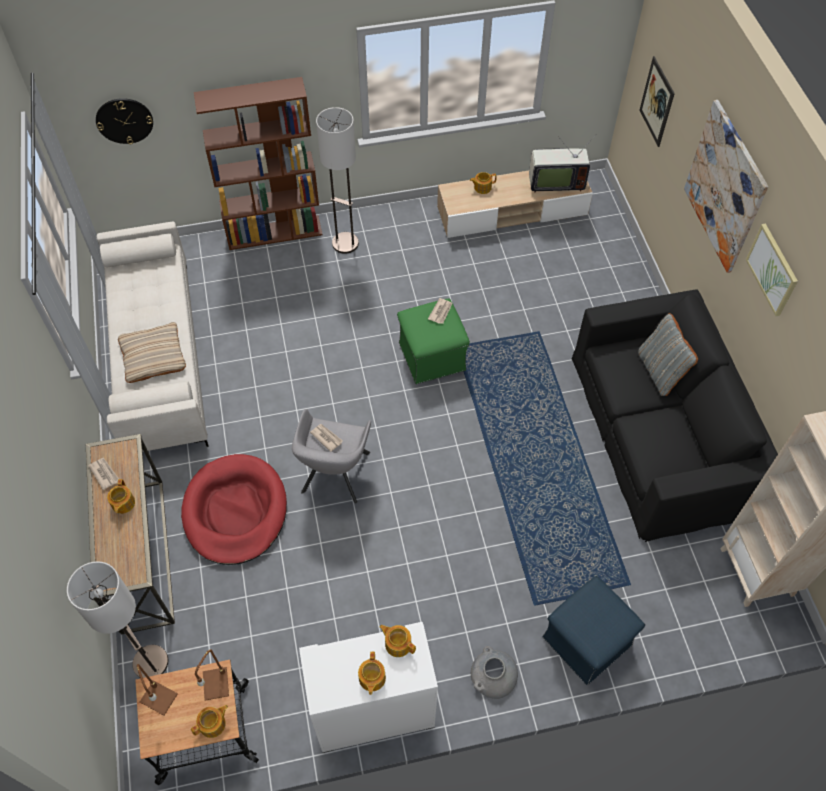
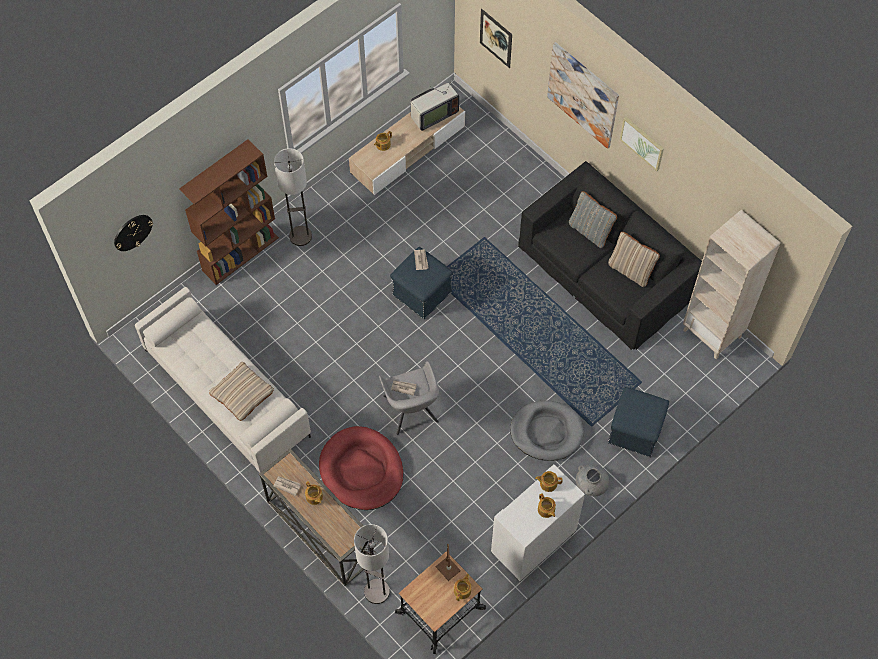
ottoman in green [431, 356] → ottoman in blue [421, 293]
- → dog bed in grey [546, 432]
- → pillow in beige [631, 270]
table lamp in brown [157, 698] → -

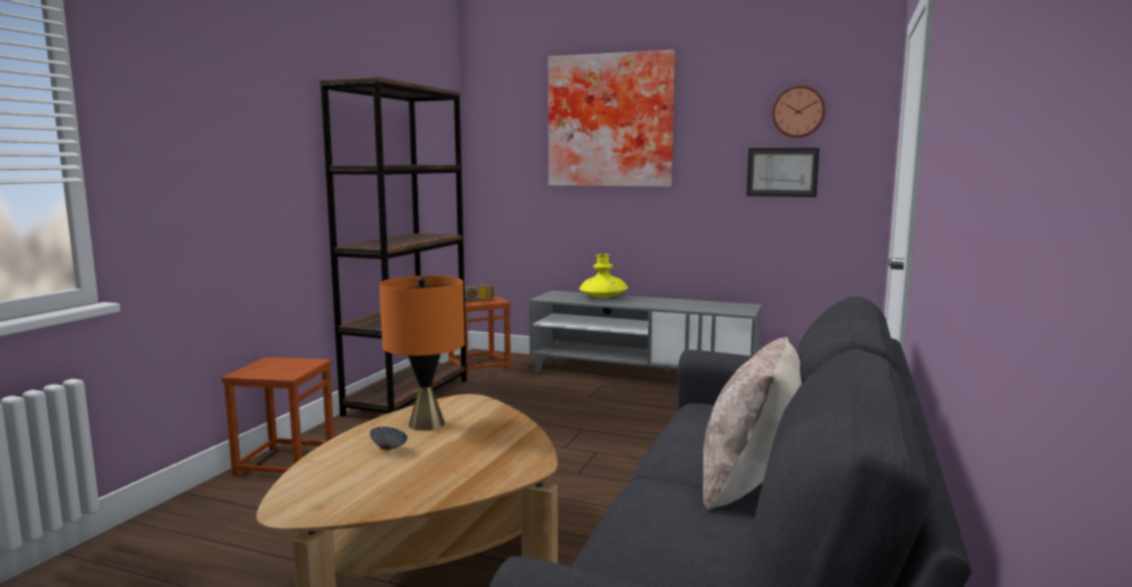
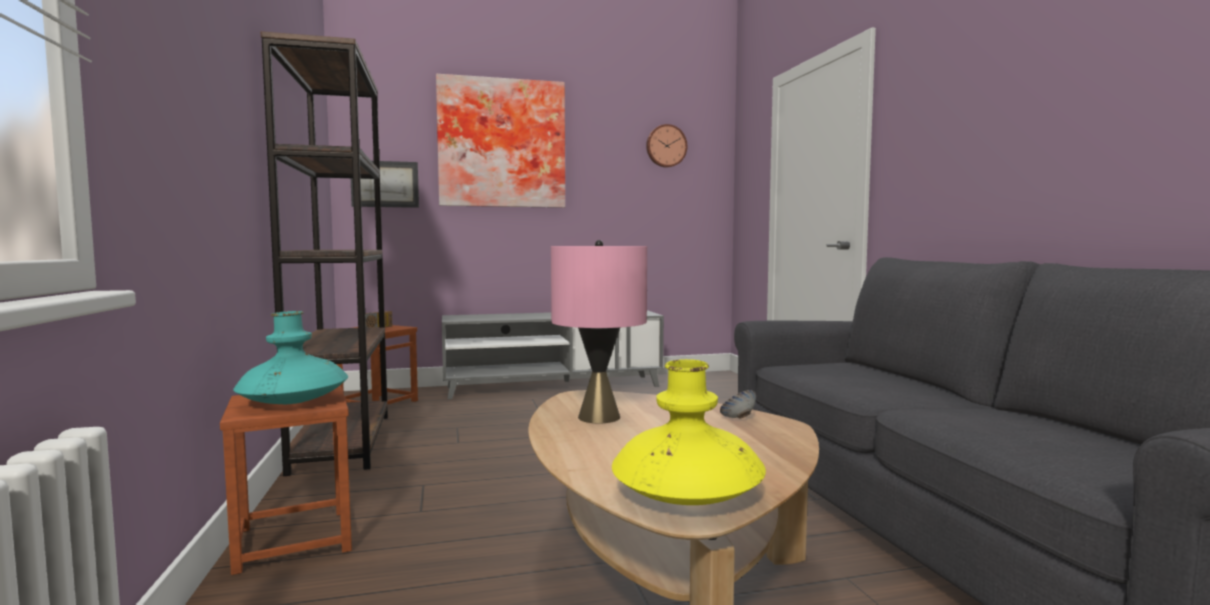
- → vase in turquoise [293, 402]
picture [782, 172] → picture [385, 184], shifted
table lamp in orange [426, 424] → table lamp in pink [599, 417]
vase in yellow [603, 297] → vase in yellow [686, 494], shifted
bowl [389, 450] → bowl [738, 418], shifted
pillow in beige [750, 484] → -

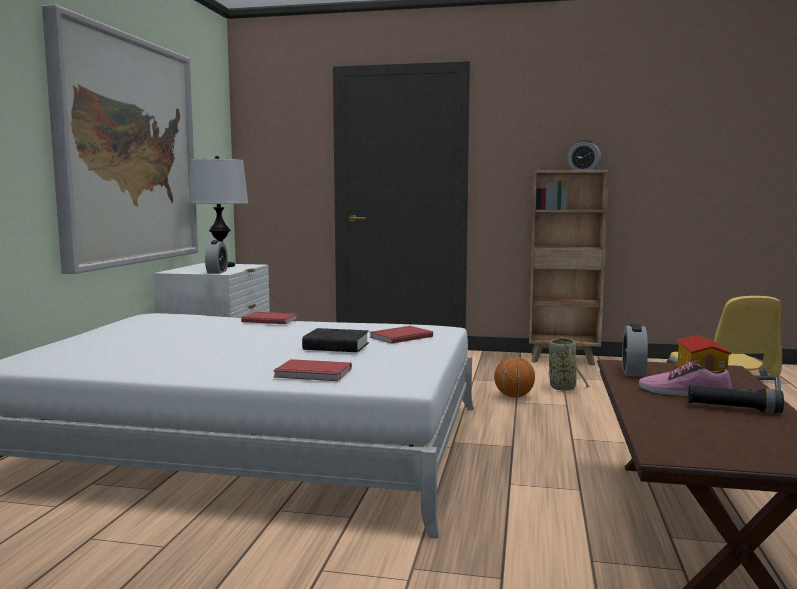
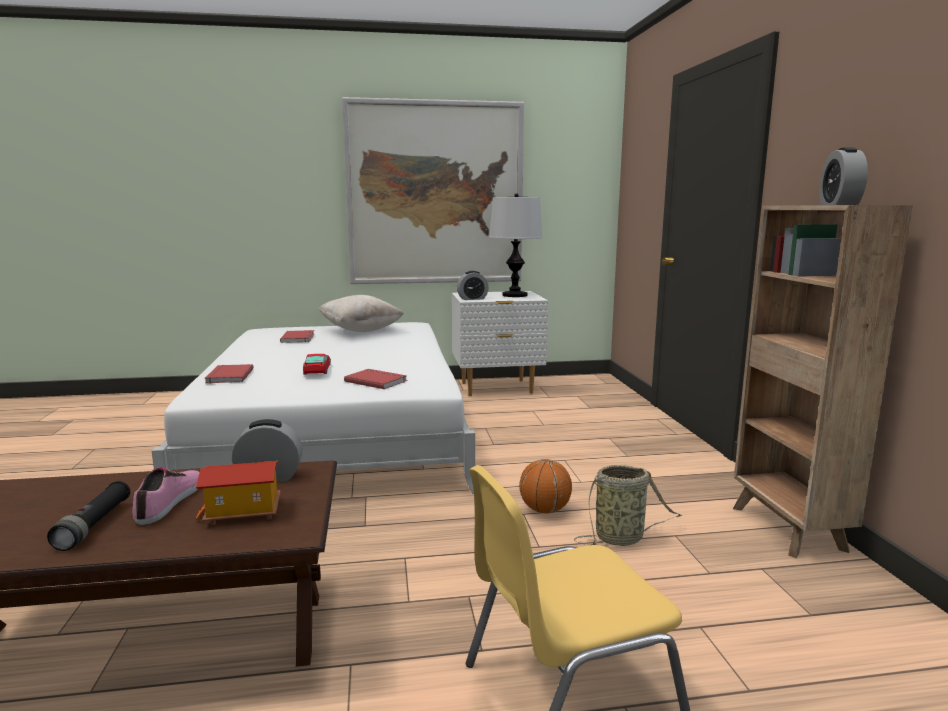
book in red [270, 320] → book in red [299, 338], shifted
book in black [336, 346] → toy car [317, 369]
- → pillow in beige [360, 331]

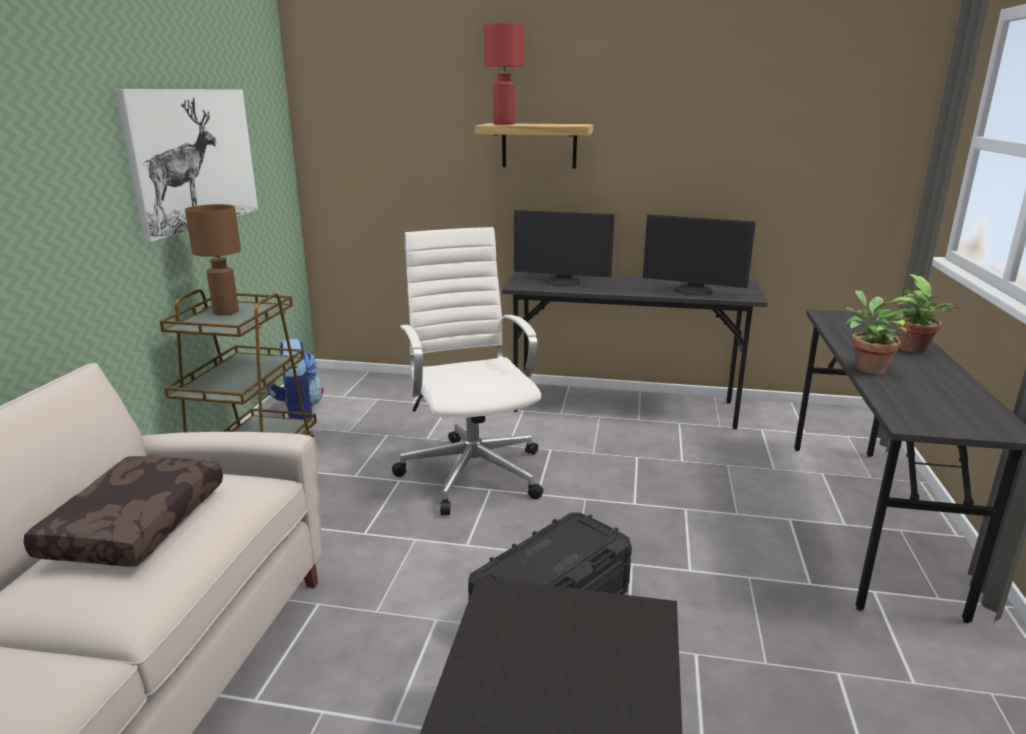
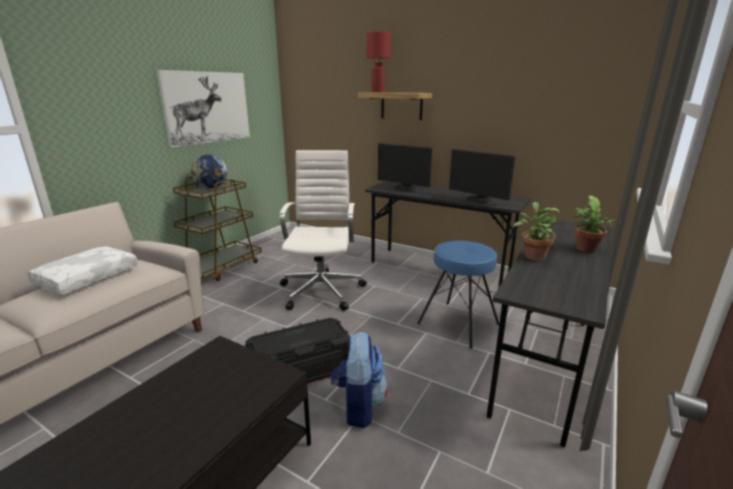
pillow in brown [135, 524] → pillow in white [88, 277]
table lamp in brown [226, 312] → globe [211, 187]
backpack [298, 411] → backpack [358, 406], shifted
- → stool in blue [458, 323]

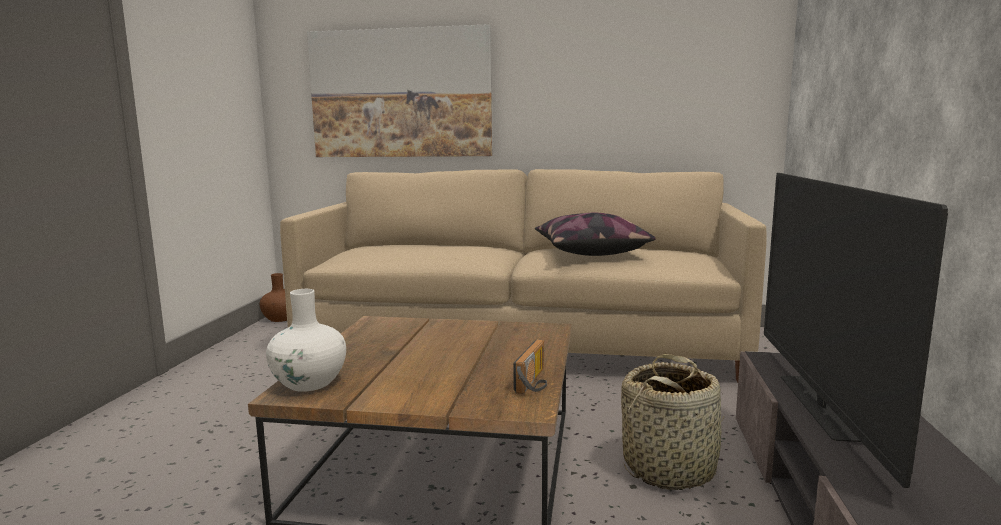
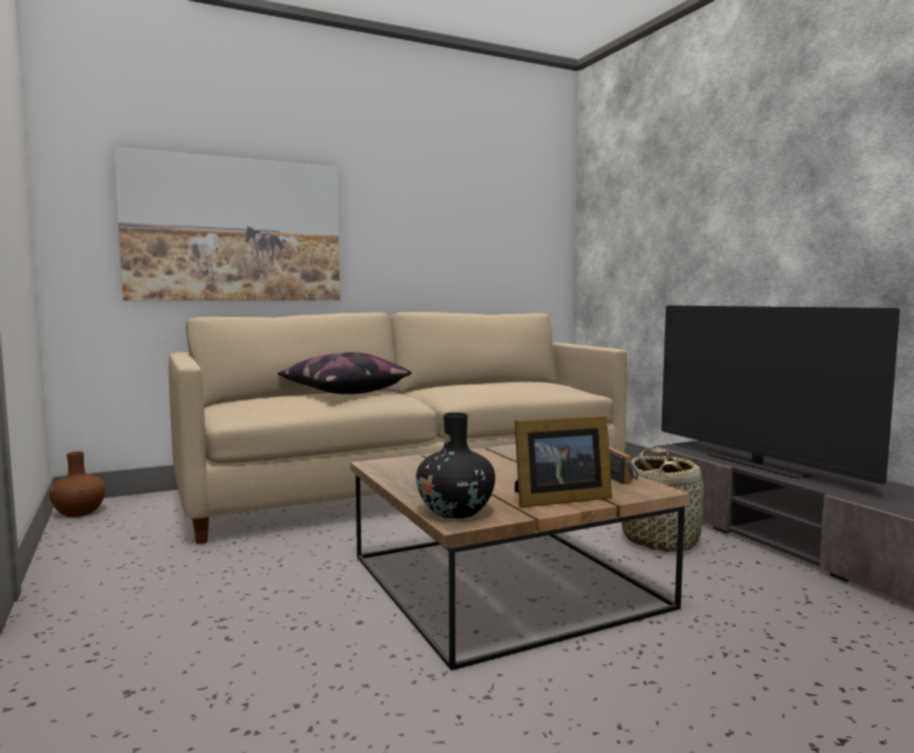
pillow [589, 252] → pillow [343, 392], shifted
vase in white [309, 383] → vase in black [455, 511]
- → picture frame [557, 499]

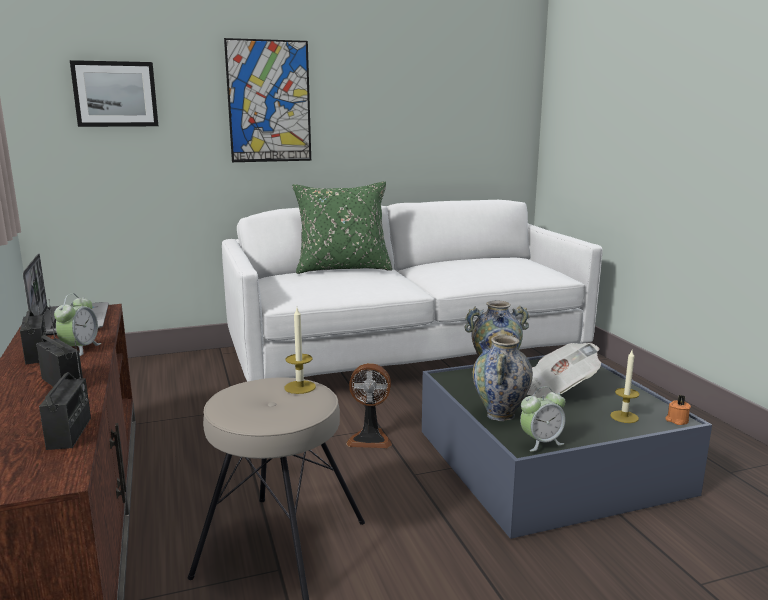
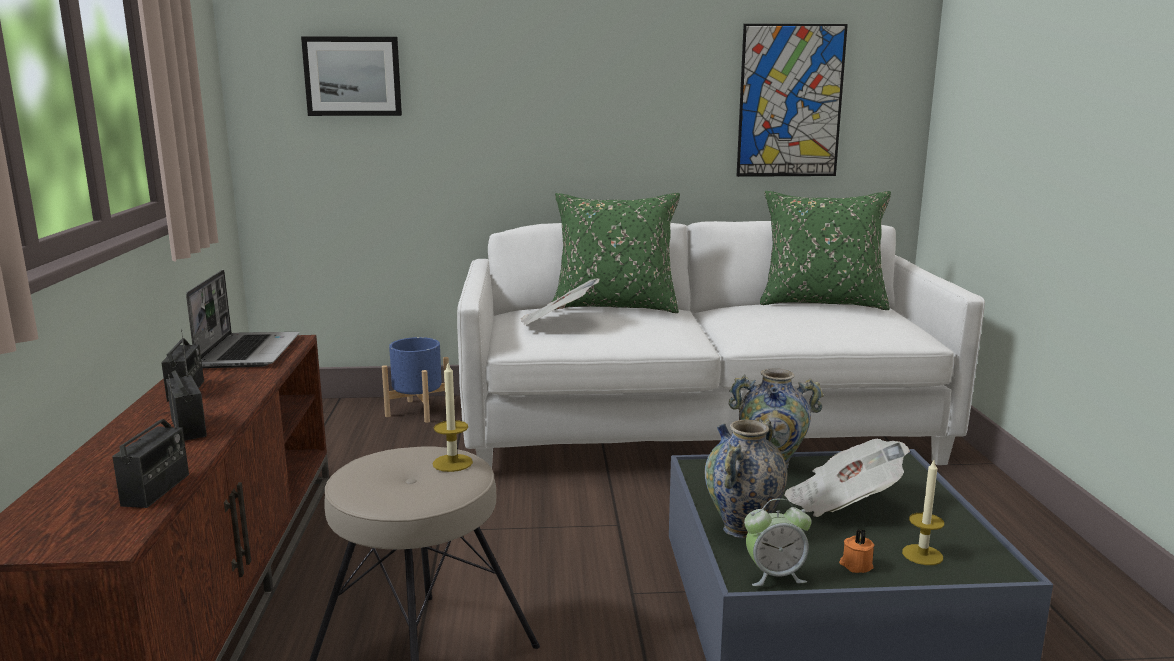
- → planter in blue [418, 411]
- → newspaper [557, 324]
picture [269, 102] → picture [790, 101], shifted
- → pillow in green [821, 303]
candle in orange [676, 420] → candle in orange [855, 565], shifted
alarm clock [80, 349] → -
fan [370, 438] → -

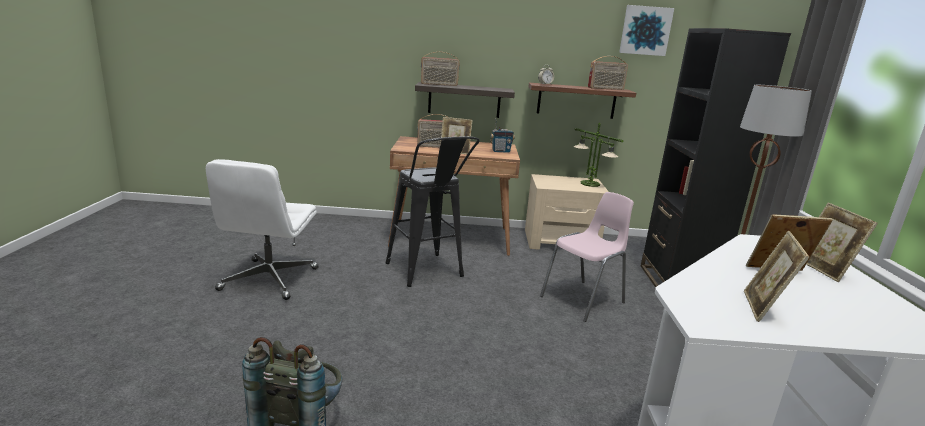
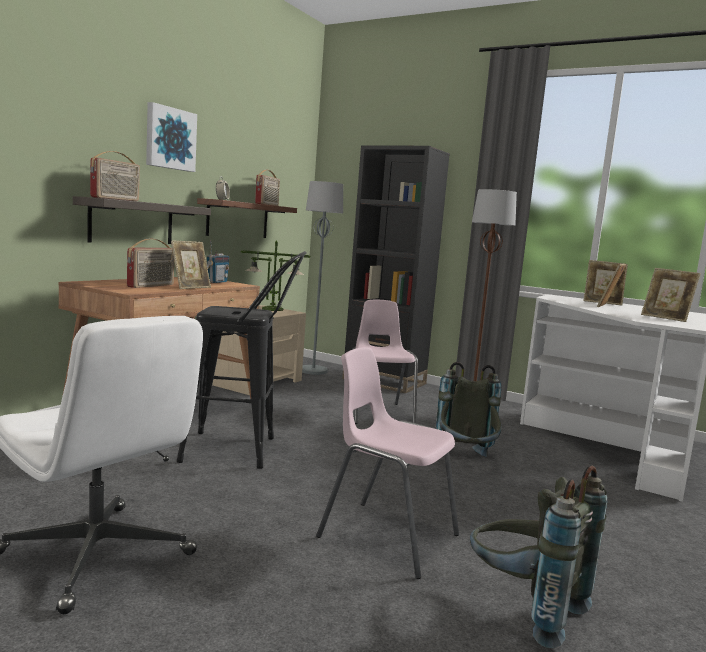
picture [645, 30] → picture [170, 138], shifted
- → floor lamp in grey [313, 371]
- → chair in pink [387, 536]
- → backpack in grey [465, 461]

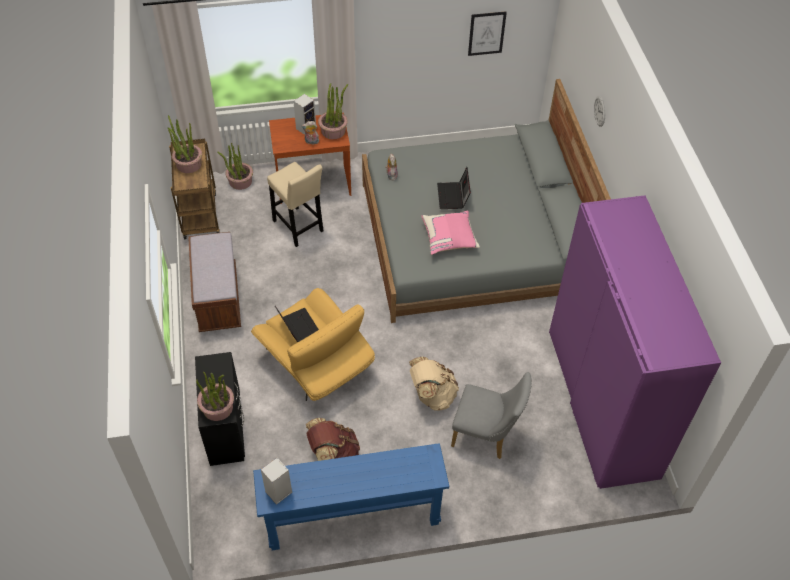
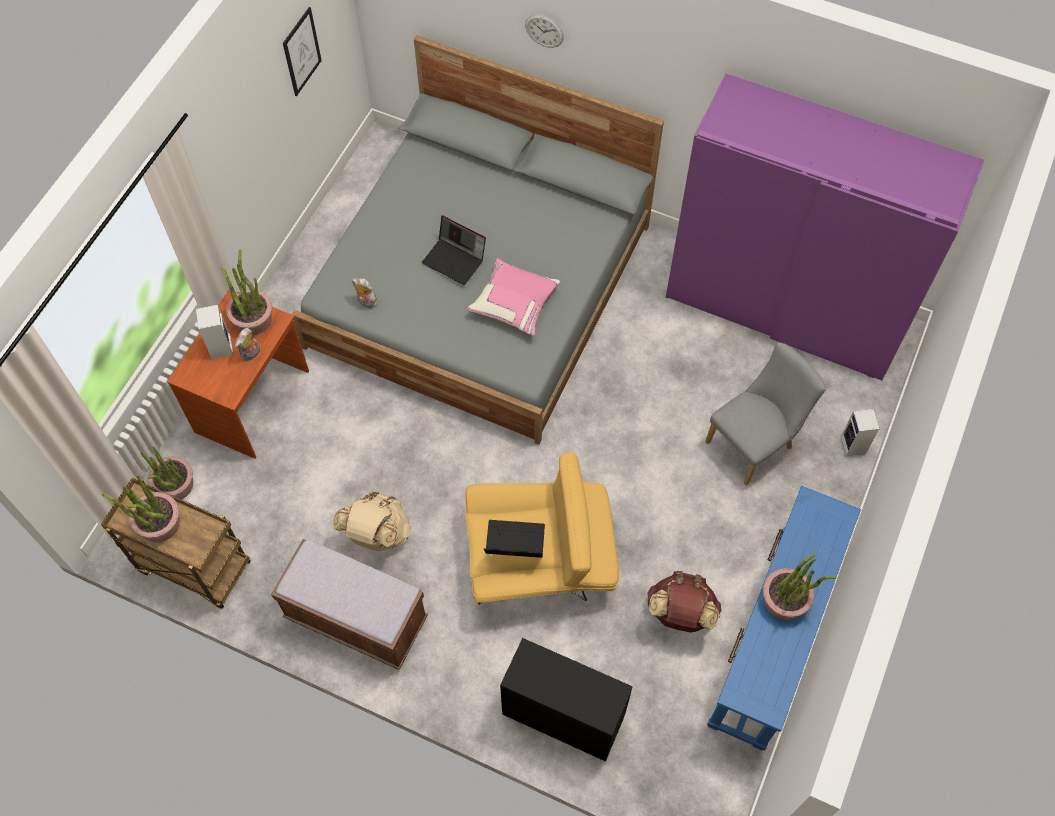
backpack in beige [432, 395] → backpack in beige [376, 534], shifted
potted plant [218, 408] → potted plant [785, 600], shifted
speaker [278, 493] → speaker [854, 445], shifted
stool in beige [299, 228] → -

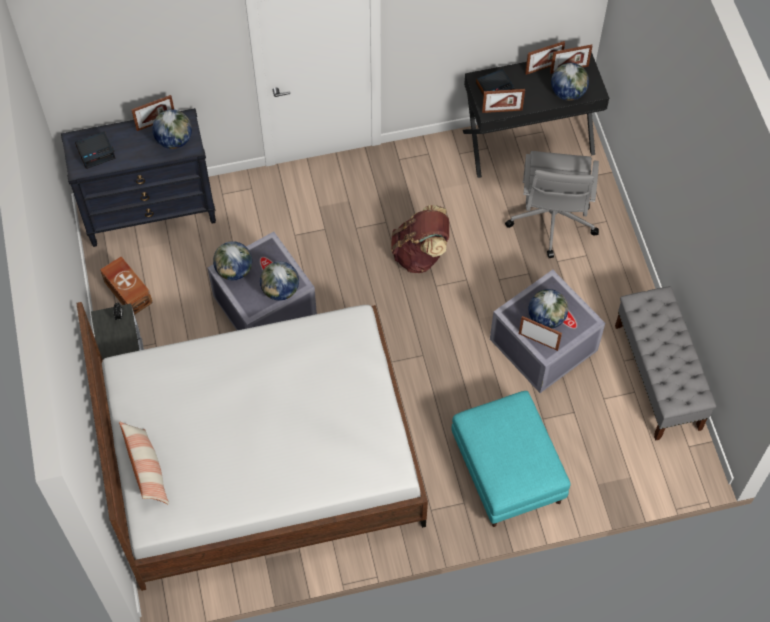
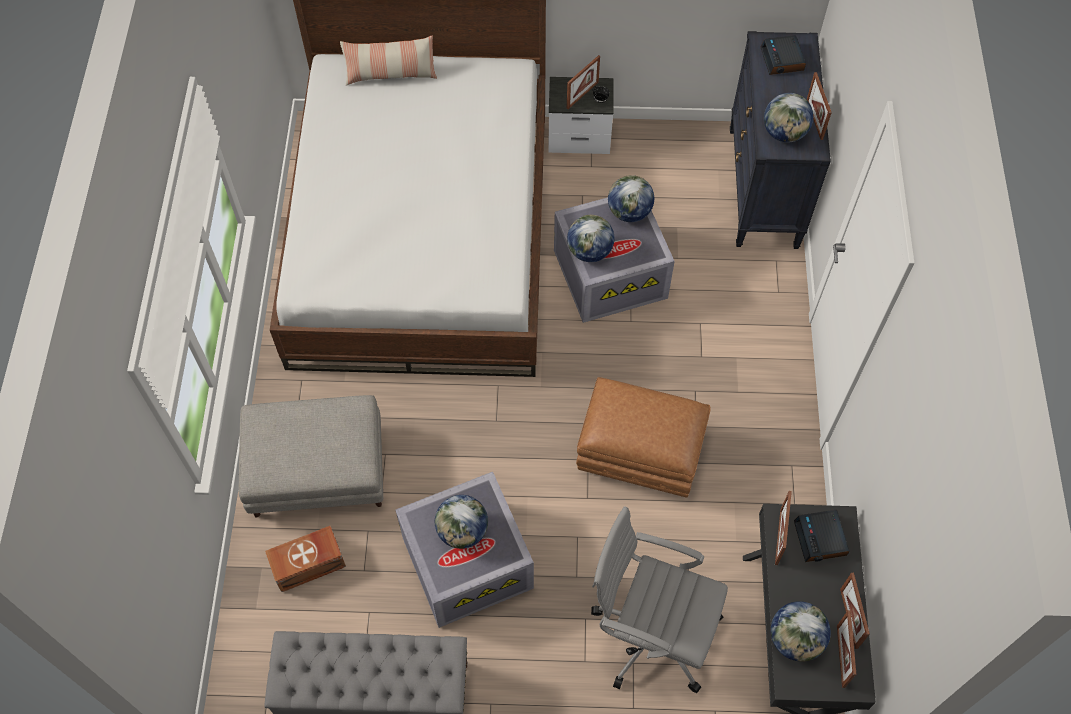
ottoman in turquoise [506, 469] → ottoman in grey [319, 470]
storage box in brown [128, 291] → storage box in brown [309, 565], shifted
picture frame [538, 341] → picture frame [582, 95], shifted
backpack in brown [420, 254] → ottoman in brown [638, 454]

